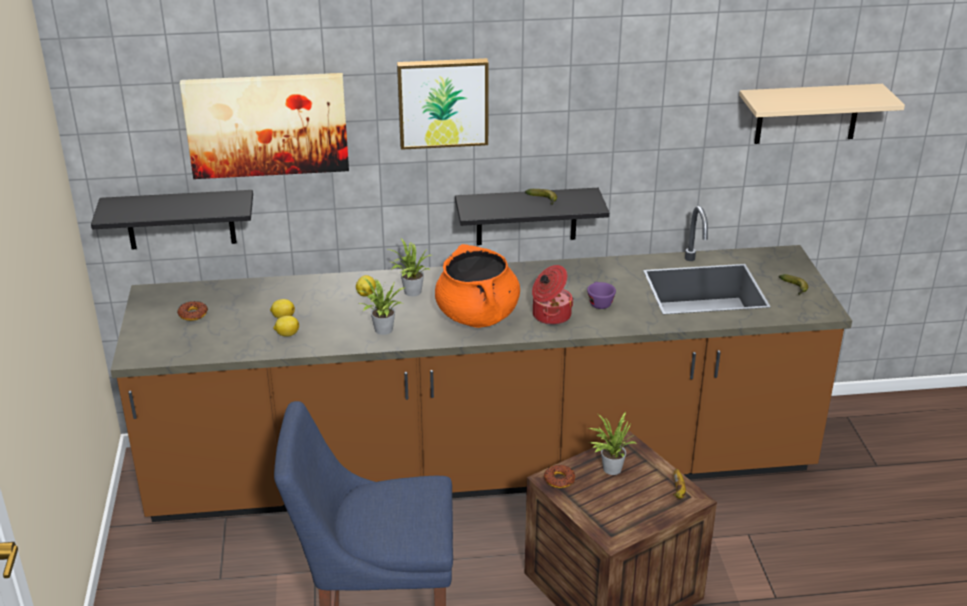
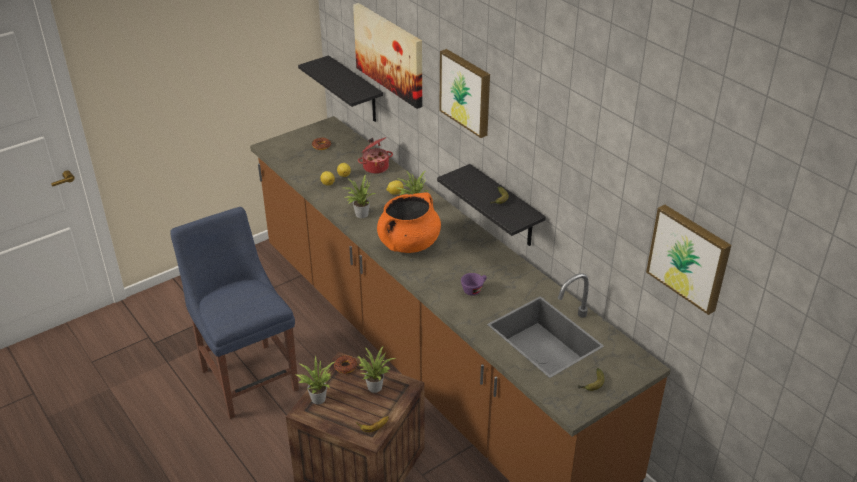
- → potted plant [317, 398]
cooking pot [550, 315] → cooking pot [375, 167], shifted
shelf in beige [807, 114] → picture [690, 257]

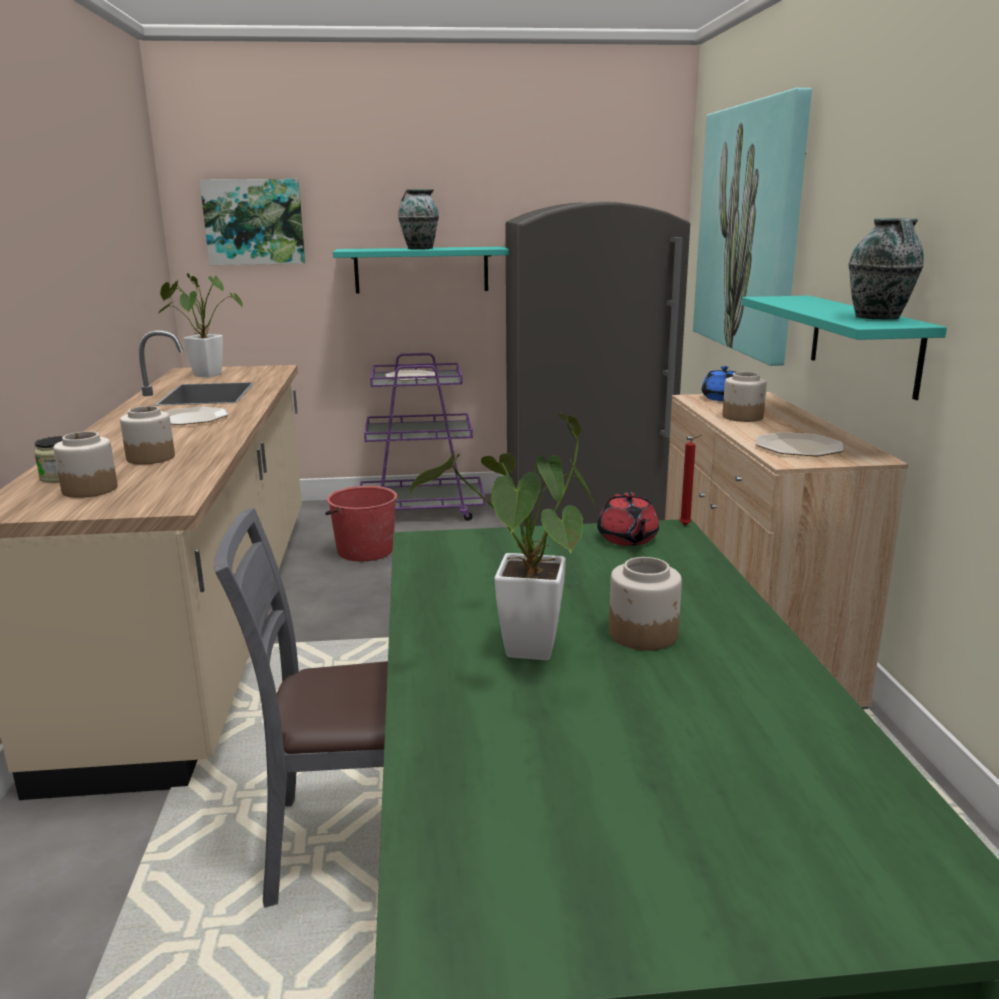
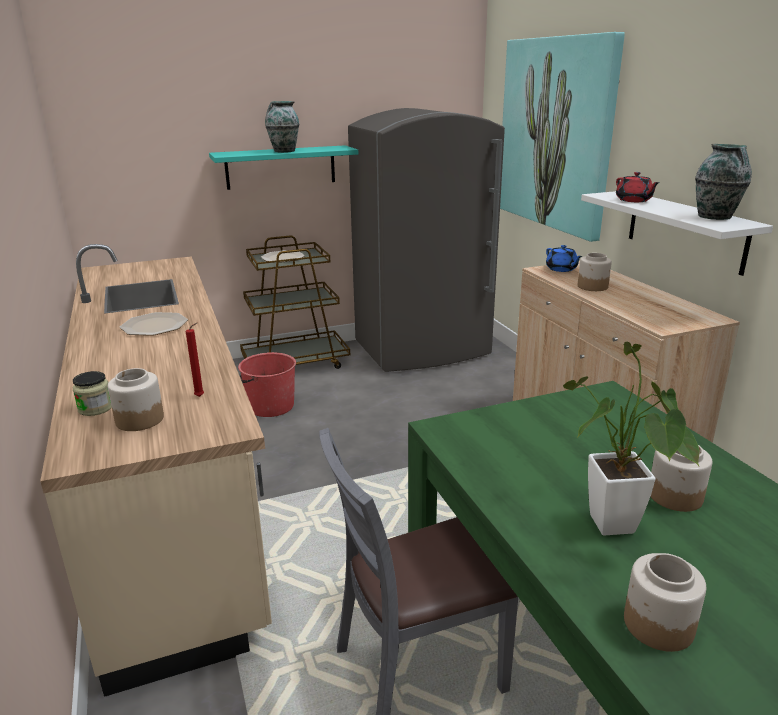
candle in red [687, 525] → candle in red [201, 396], shifted
cart in purple [422, 510] → cart in brown [296, 363]
shelf in turquoise [863, 343] → shelf in white [685, 230]
teapot in red [627, 539] → teapot in red [634, 200], shifted
jar [151, 458] → jar [657, 624], shifted
potted plant [203, 375] → -
picture [254, 222] → -
plate [799, 447] → -

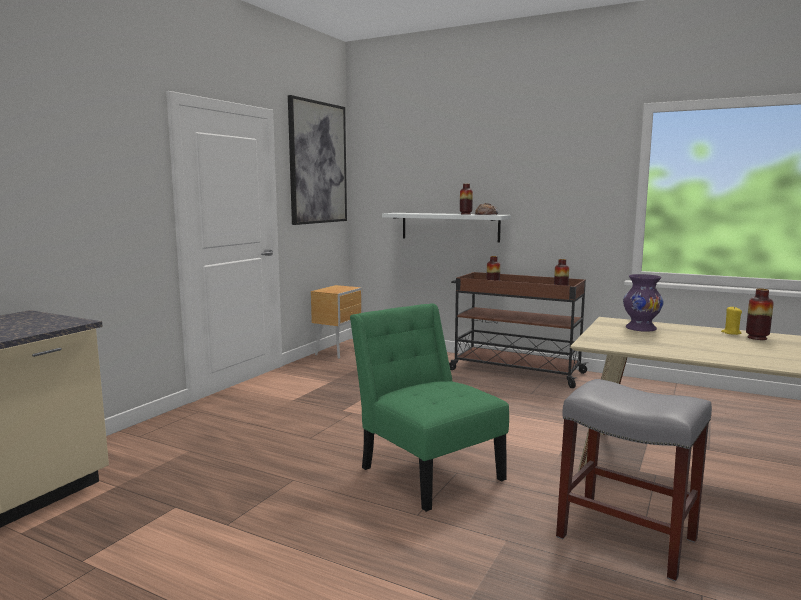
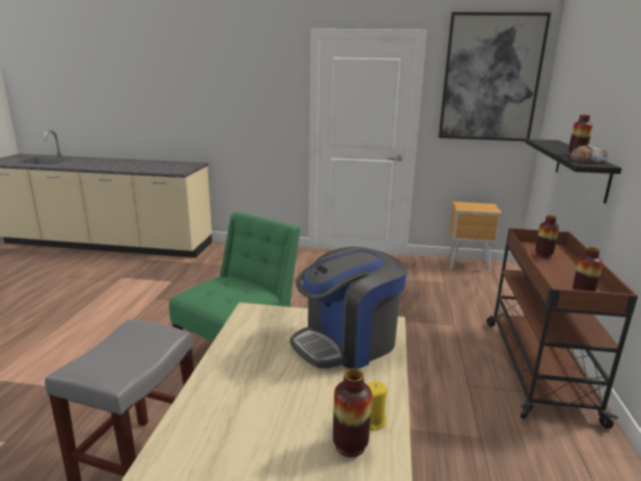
vase in purple [641, 329] → coffee machine [347, 343]
shelf in white [449, 227] → shelf in black [581, 168]

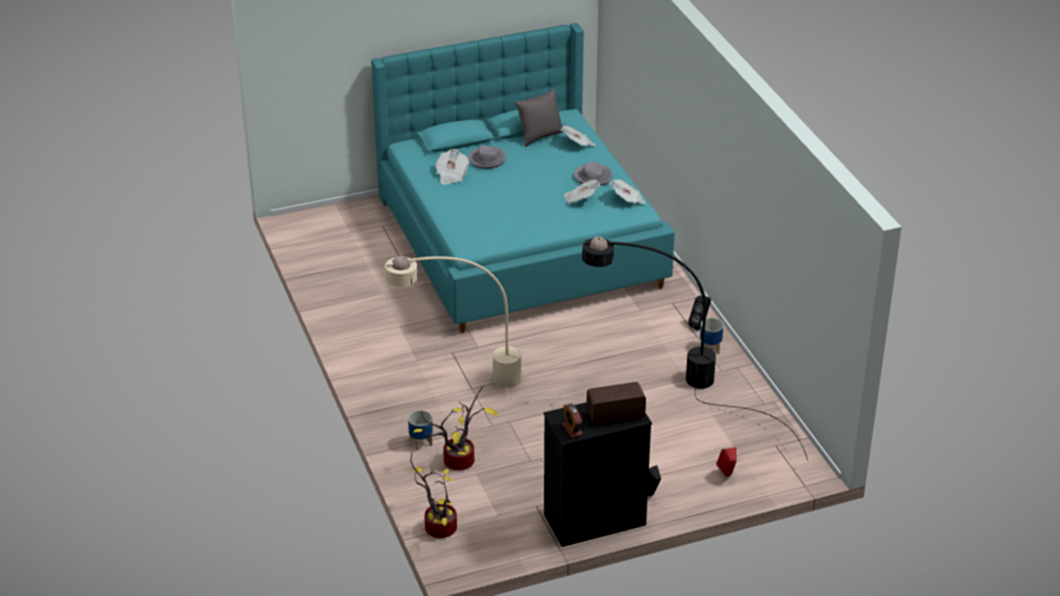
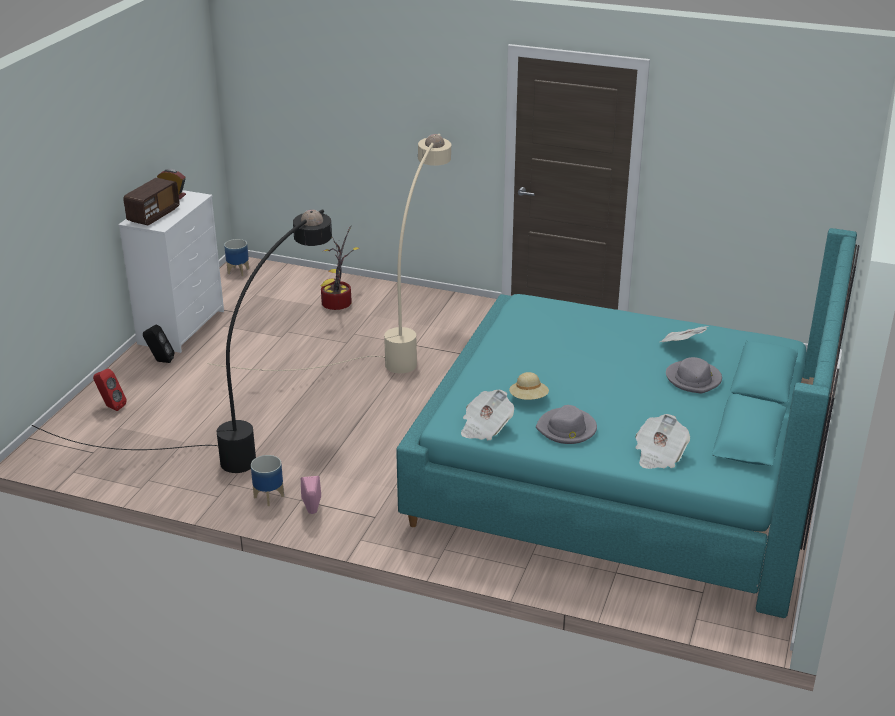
dresser in black [593, 520] → dresser in white [181, 327]
planter [420, 443] → planter [238, 271], shifted
speaker in black [700, 325] → speaker in pink [312, 513]
newspaper [581, 199] → hat in beige [528, 398]
potted plant [437, 528] → -
pillow in grey [539, 137] → -

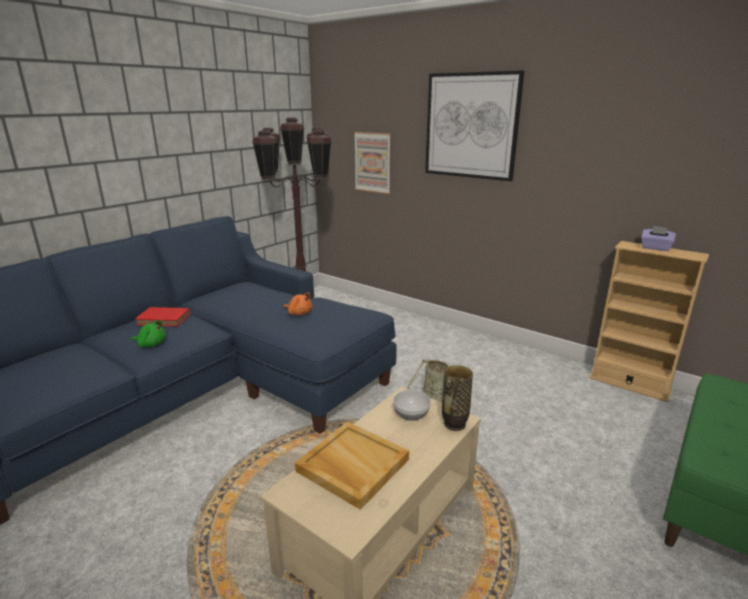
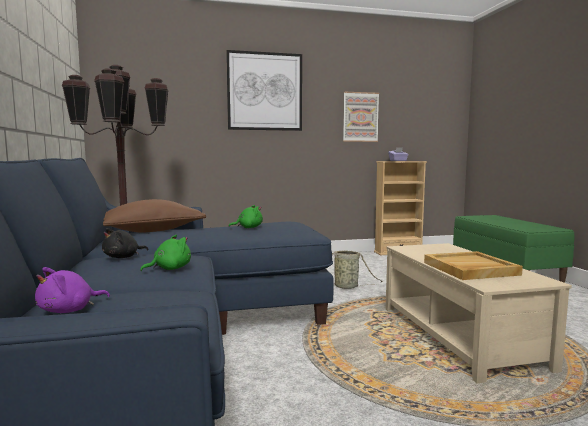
- → plush toy in purple [69, 310]
book in red [165, 319] → plush toy in black [123, 257]
- → pillow in brown [152, 231]
plush toy in orange [299, 313] → plush toy in green [248, 227]
picture [372, 162] → picture [360, 117], shifted
bowl [411, 414] → -
vase [454, 425] → -

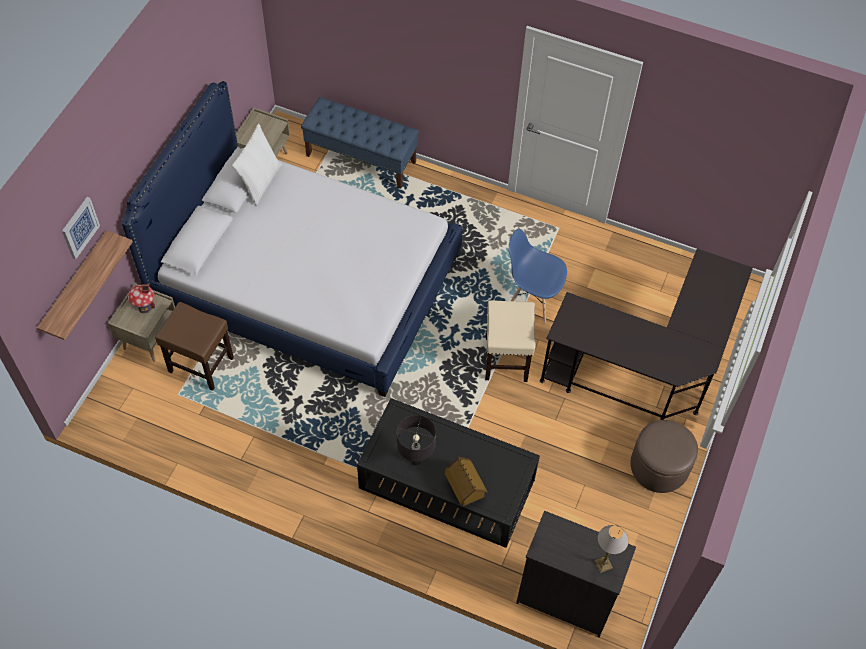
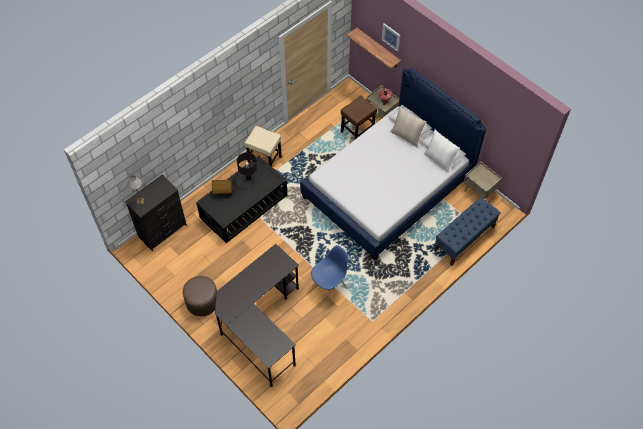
stool in beige [506, 360] → stool in beige [264, 160], shifted
- → pillow in beige [406, 136]

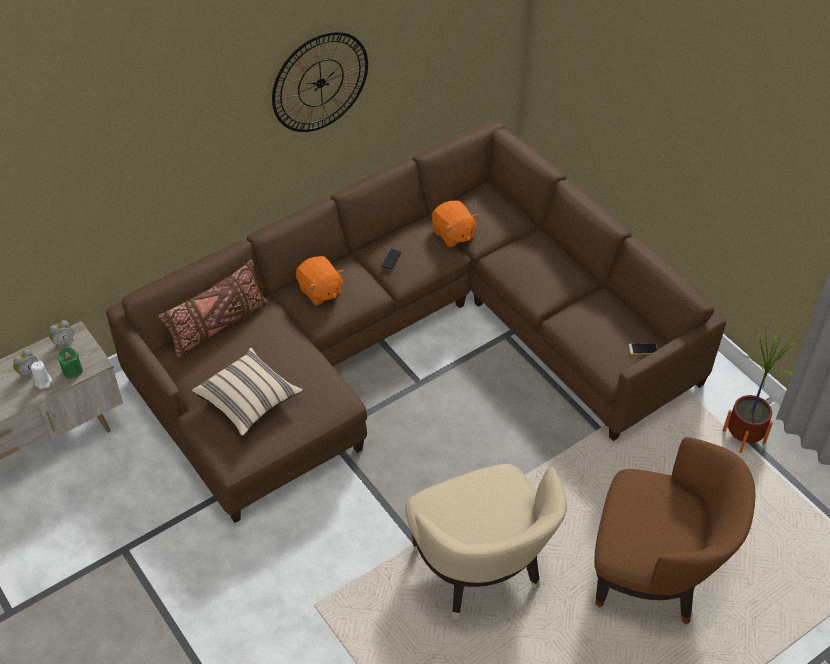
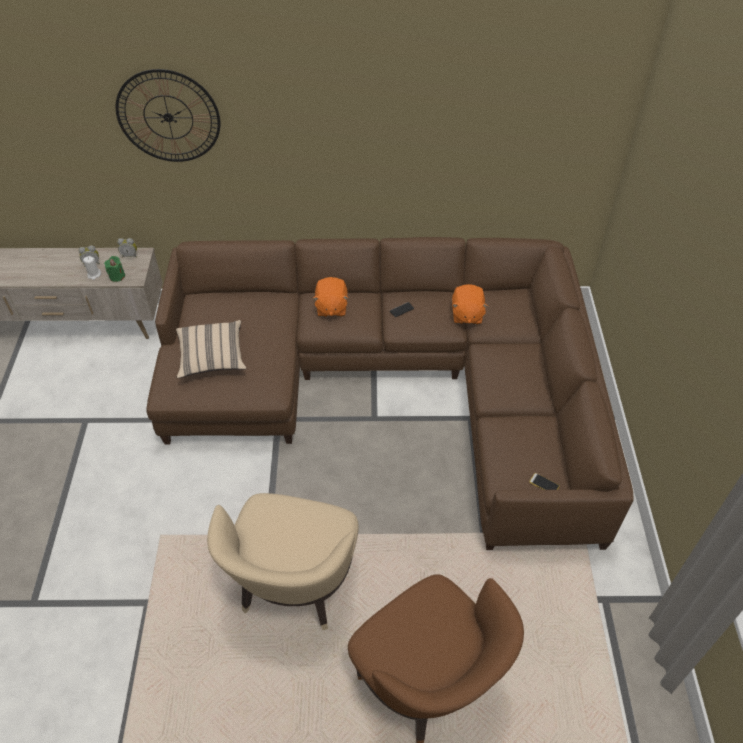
wall clock [320, 82] → wall clock [168, 117], shifted
pillow in brown [218, 326] → -
potted plant [744, 437] → -

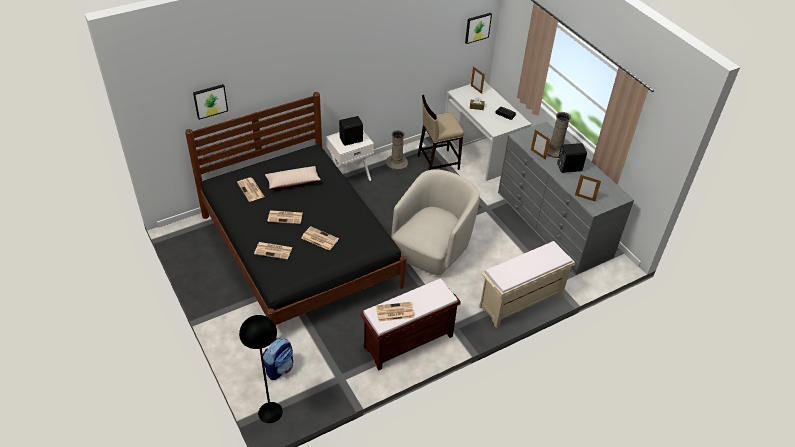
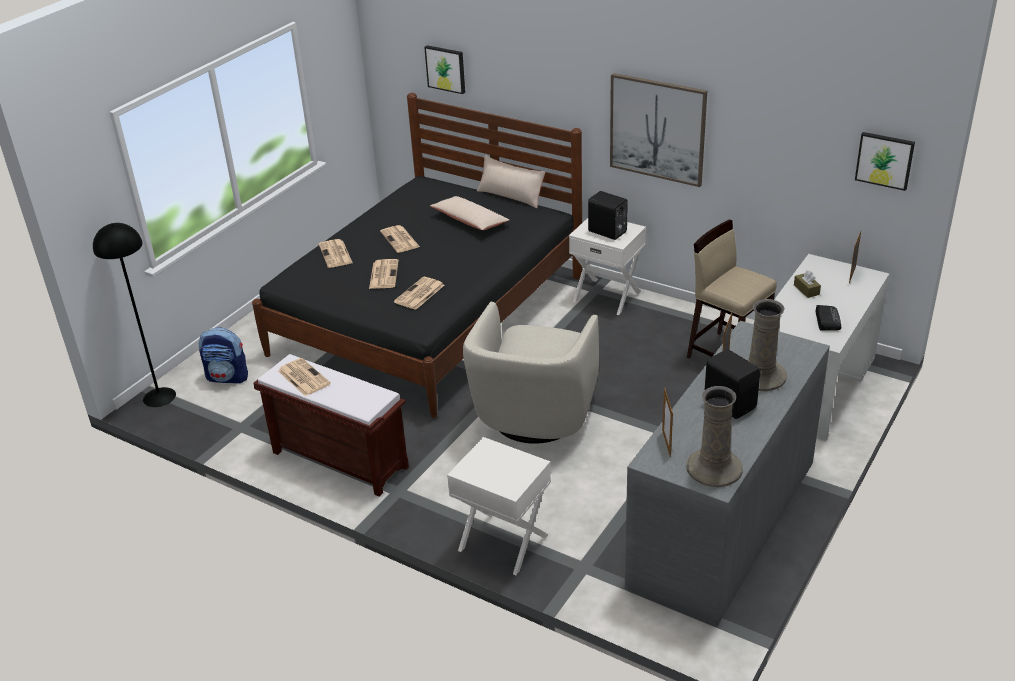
newspaper [251, 190] → newspaper [419, 294], shifted
bench in beige [520, 302] → nightstand in white [502, 543]
armchair in beige [432, 249] → armchair in beige [534, 417], 105 degrees clockwise
- → pillow in beige [511, 196]
- → picture [657, 129]
vase in beige [397, 162] → vase in beige [714, 468], shifted

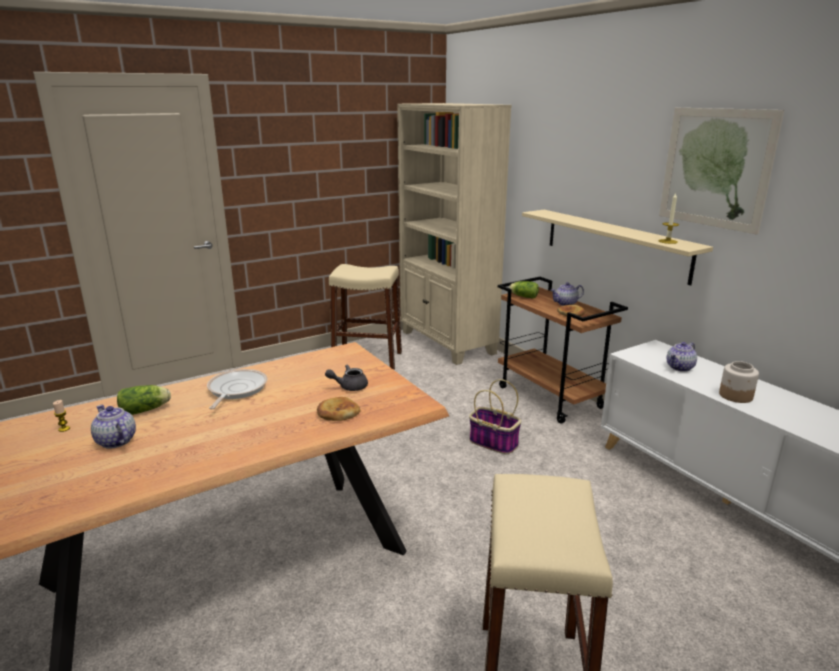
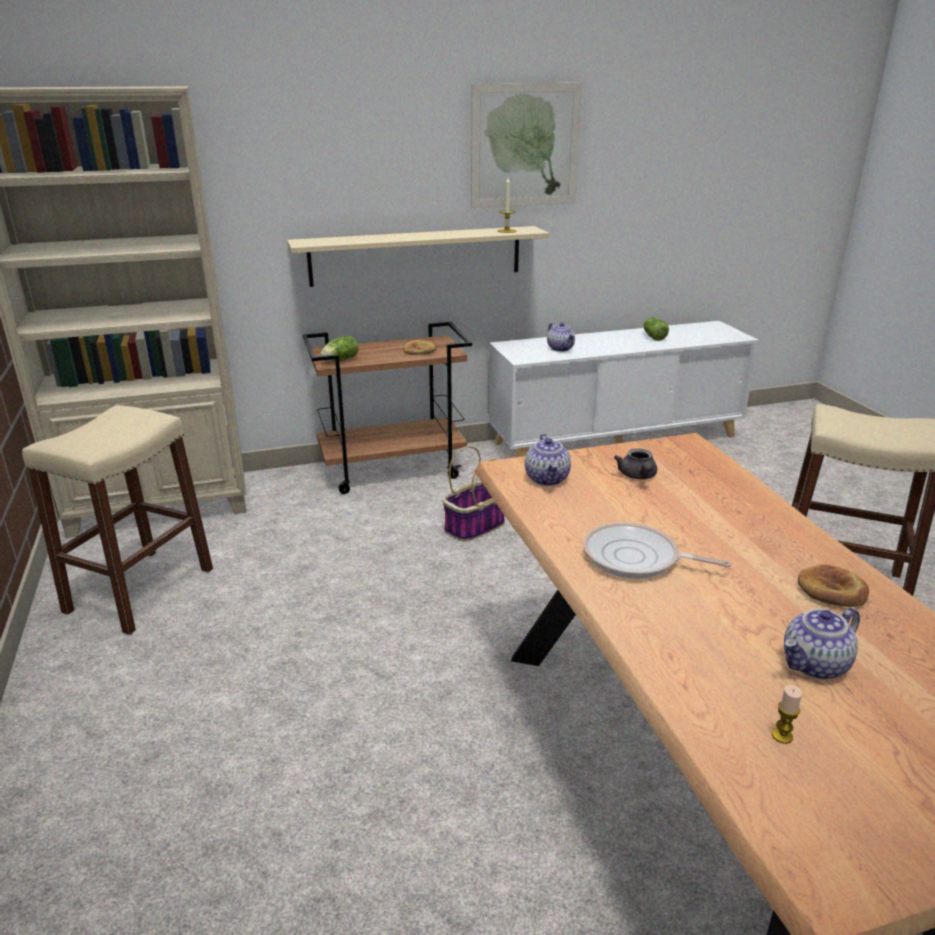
teapot [566, 304] → teapot [547, 479], shifted
lettuce [146, 410] → lettuce [653, 336], shifted
bread [338, 412] → bread [832, 590], shifted
jar [735, 396] → -

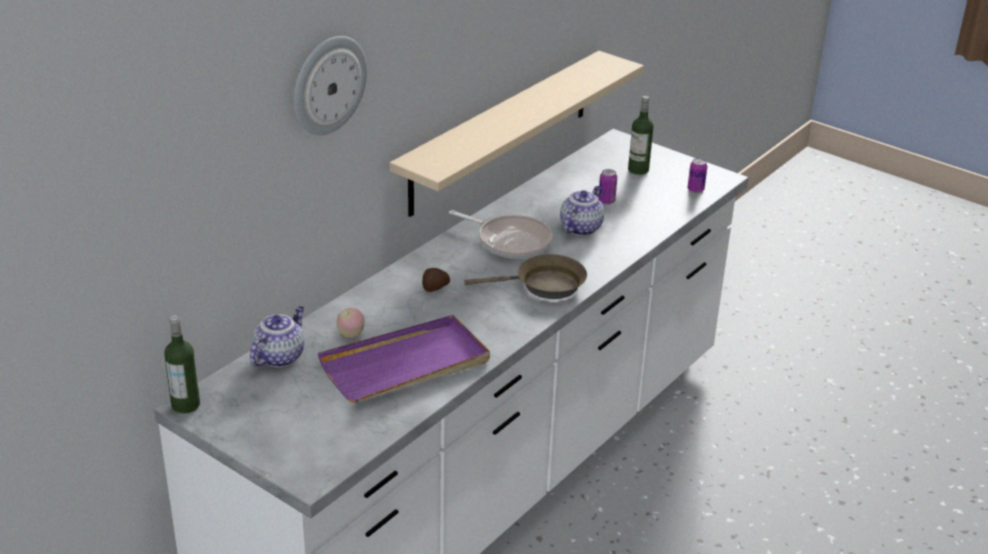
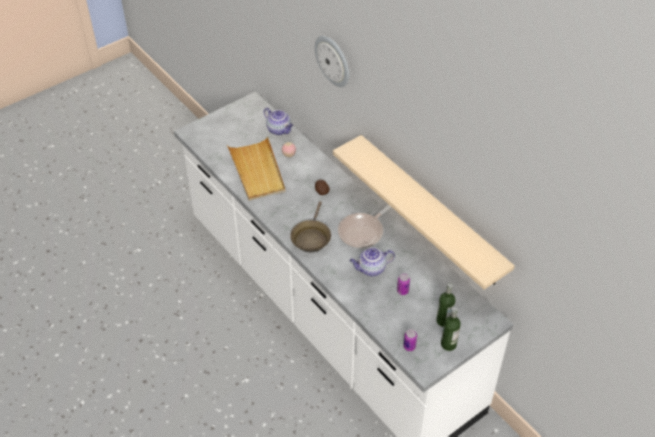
tray in purple [406, 364] → tray in beige [257, 171]
teapot [581, 227] → teapot [371, 269], 120 degrees clockwise
bottle [185, 405] → bottle [448, 344], shifted

